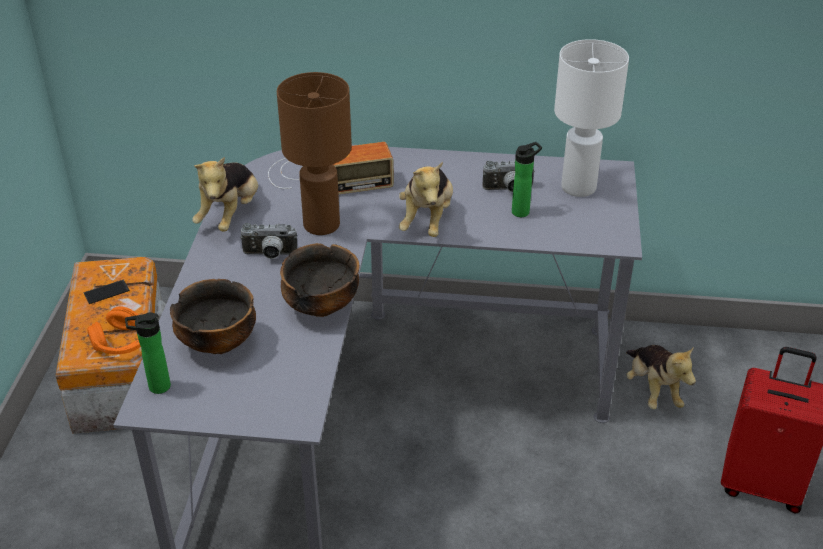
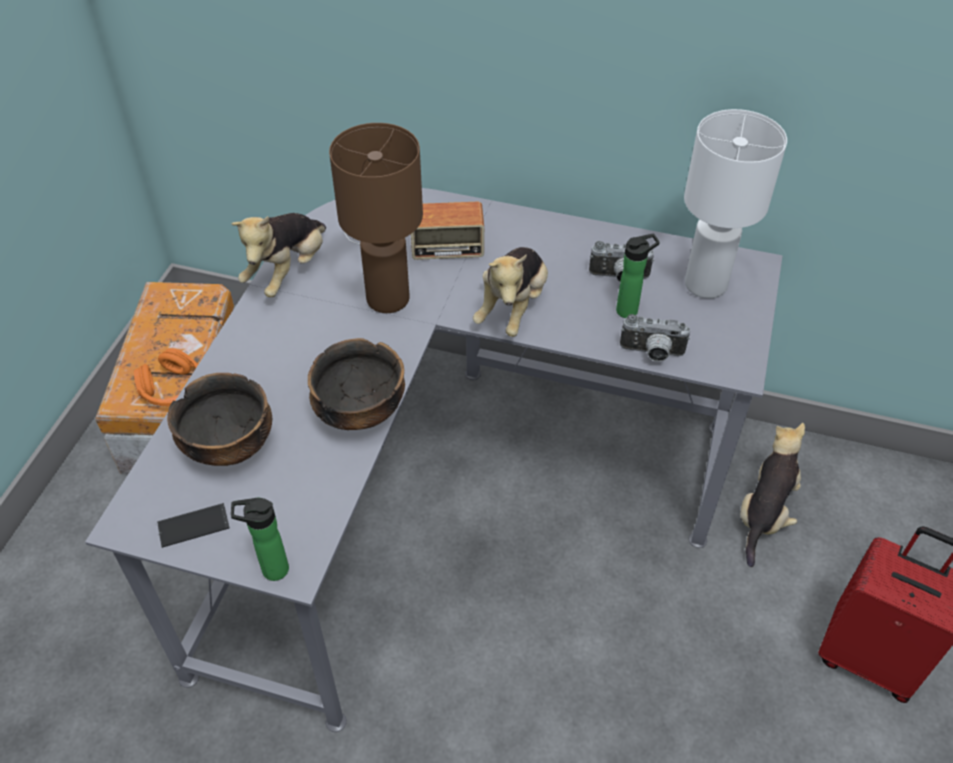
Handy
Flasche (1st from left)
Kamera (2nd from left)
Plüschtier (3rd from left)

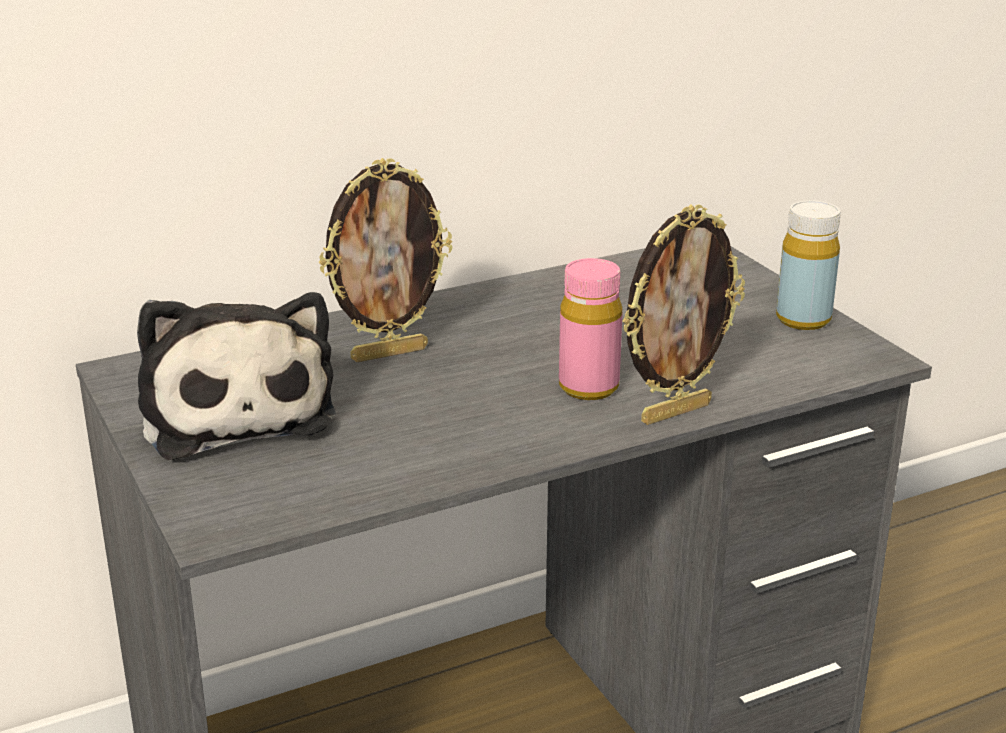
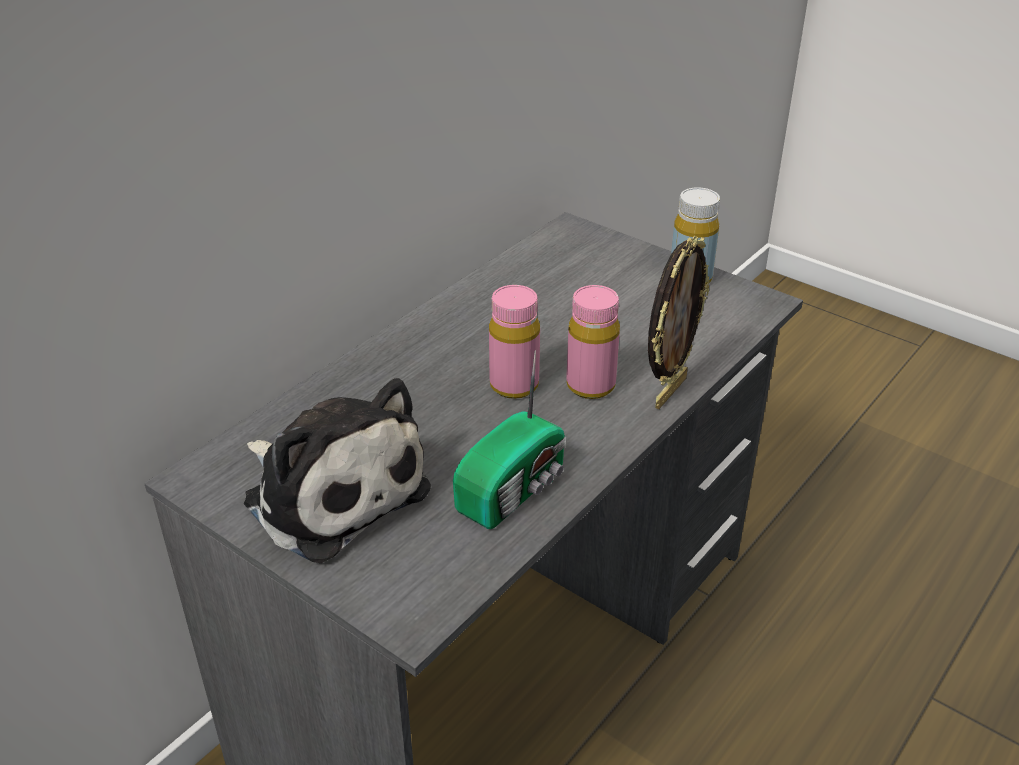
Bilderrahmen (1st from left in the first image)
Radio
Flasche [rosa] (1st from left)

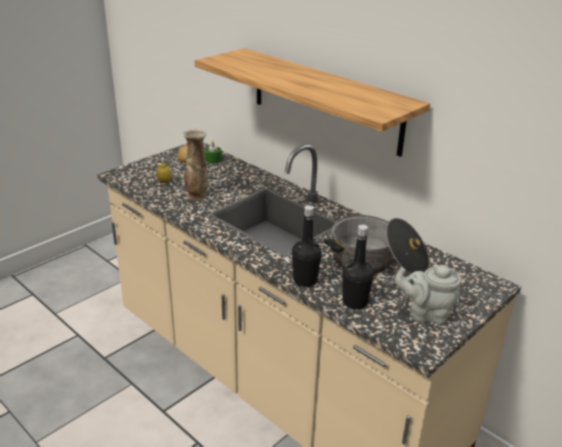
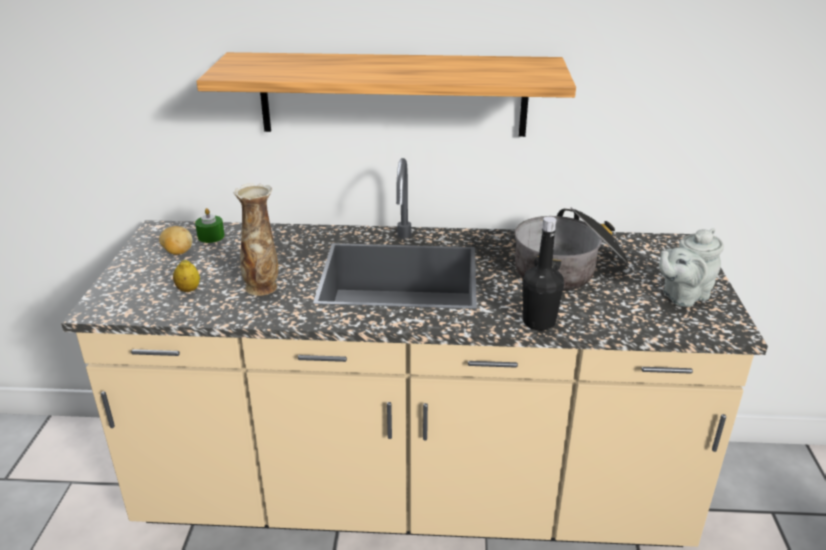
Flasche [schwarz] (2nd from left in the first image)

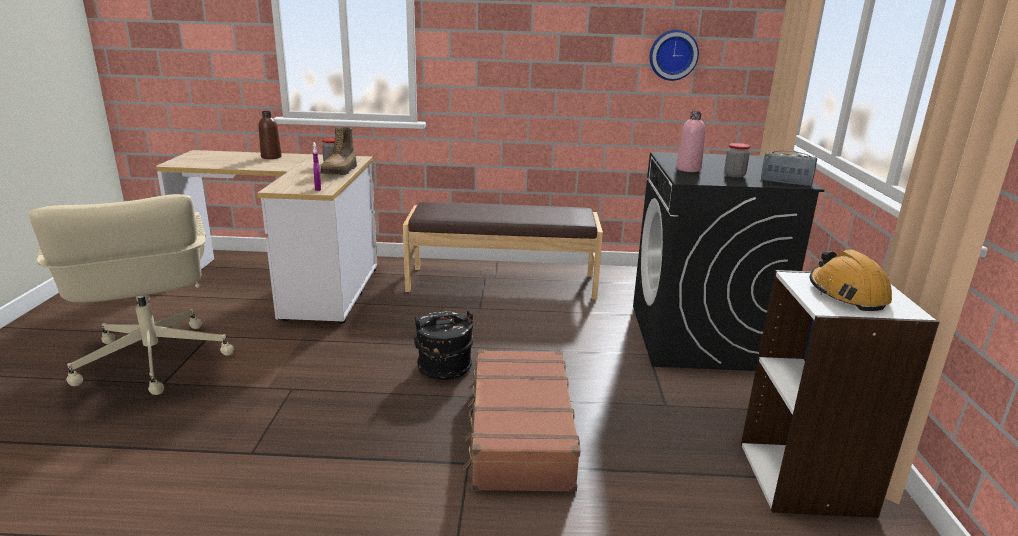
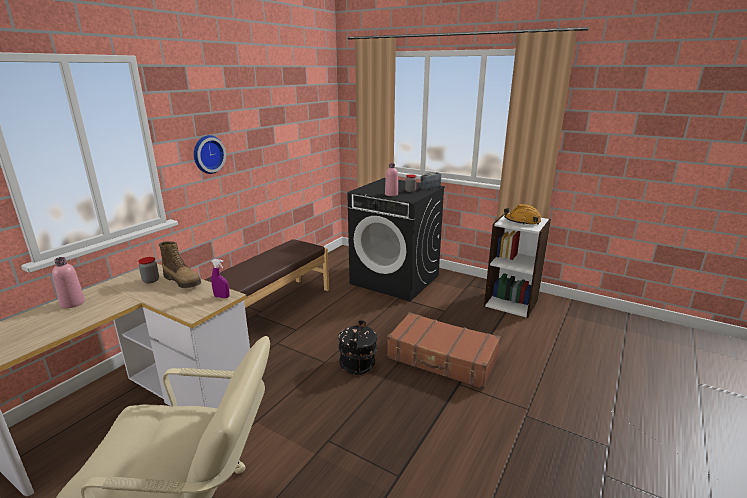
Flasche [rosa] (1st from left)
Wanduhr

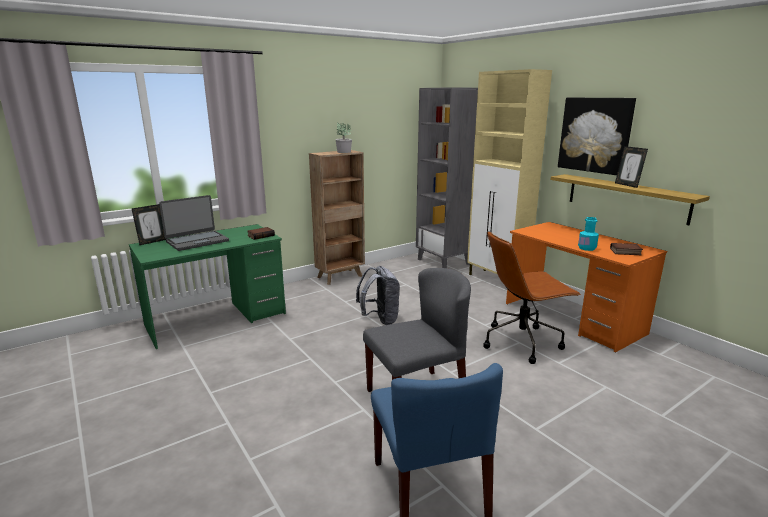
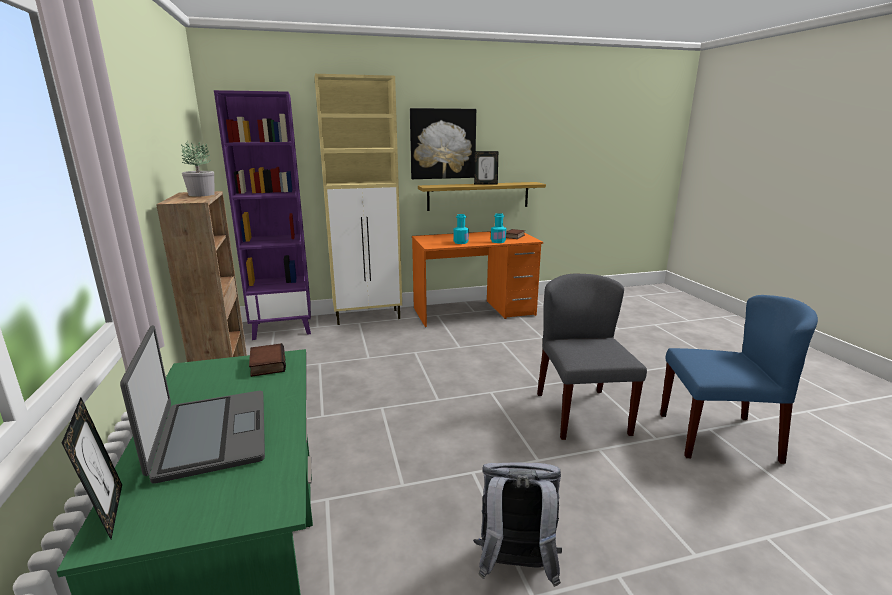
Rucksack [grau]
Bücherregal [lila]
Bürostuhl [braun]
Flasche [türkis] (1st from left)

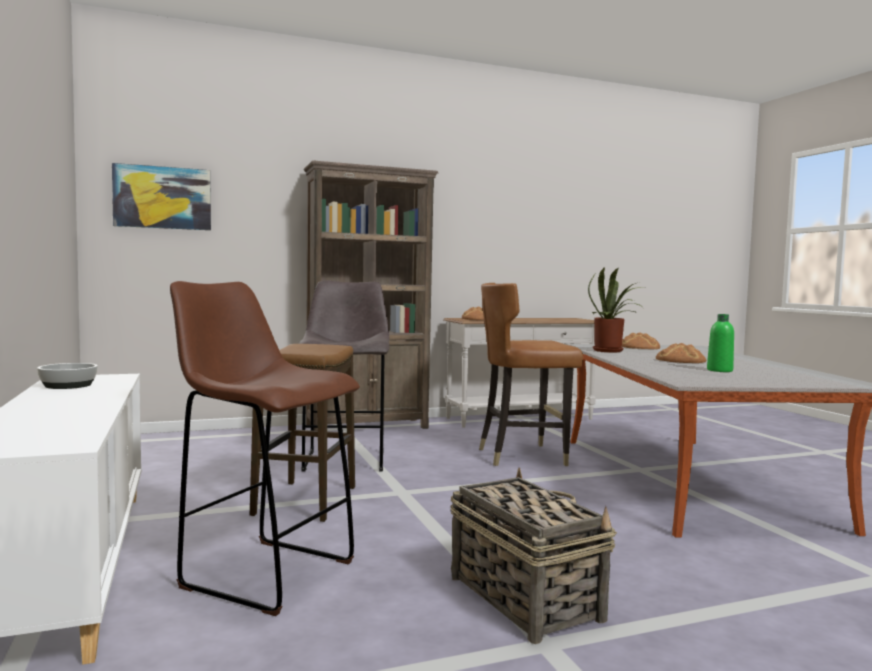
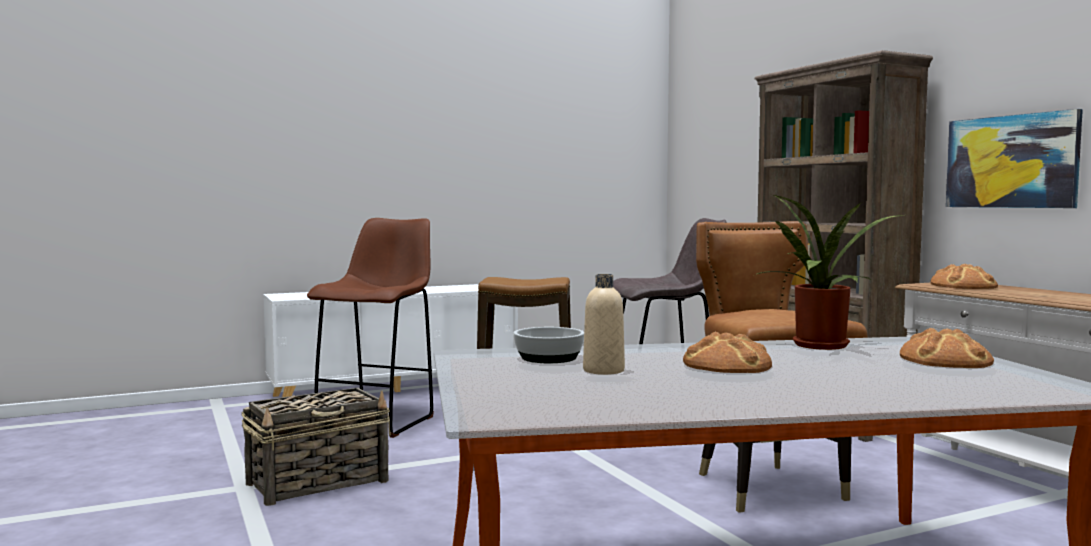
Schüssel
Bild
Flasche [beige]

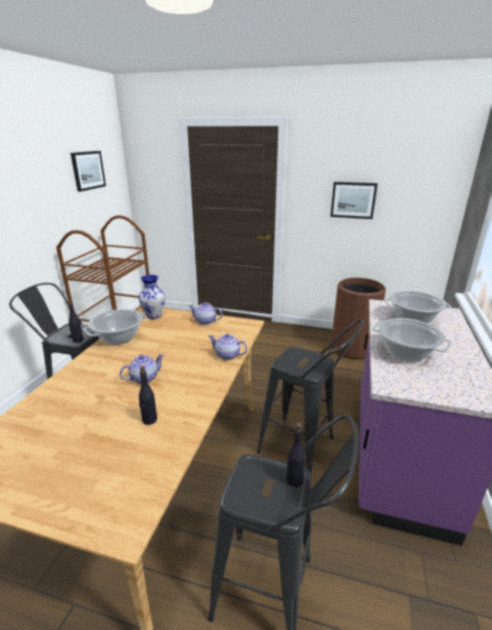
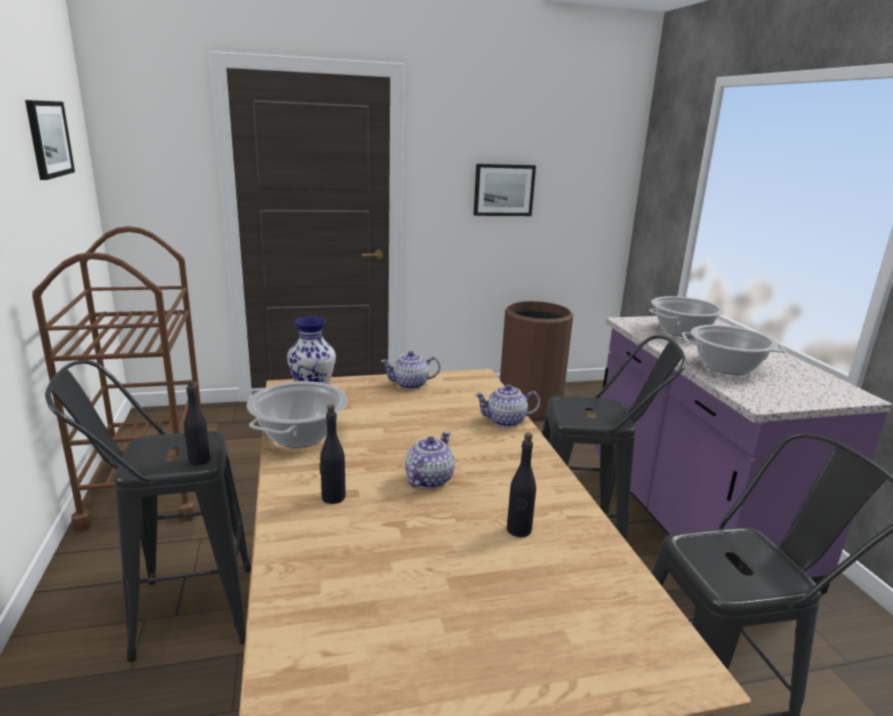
Flasche [schwarz] (2nd from left)

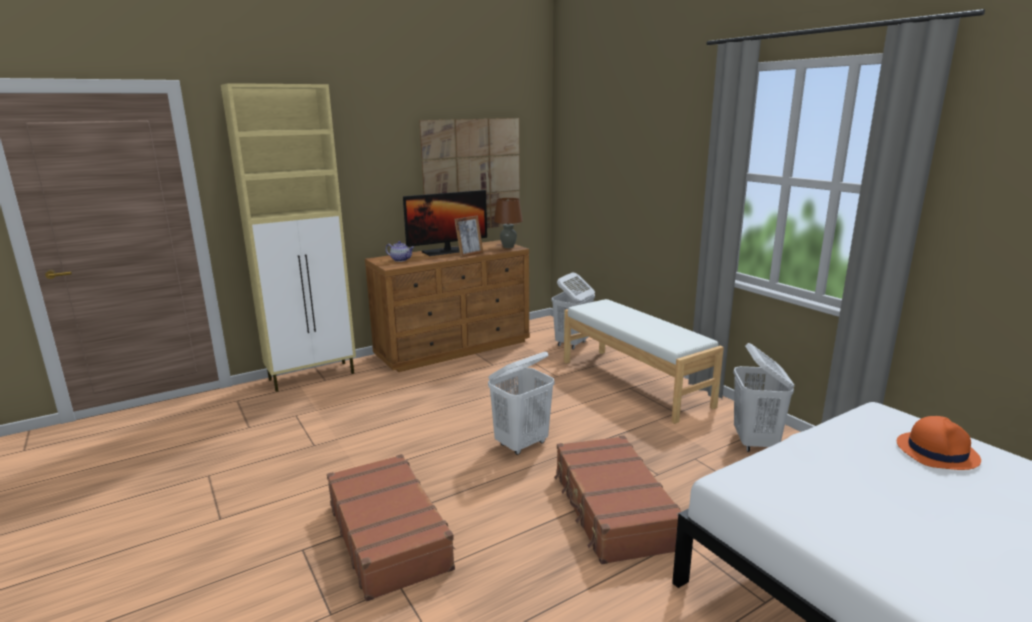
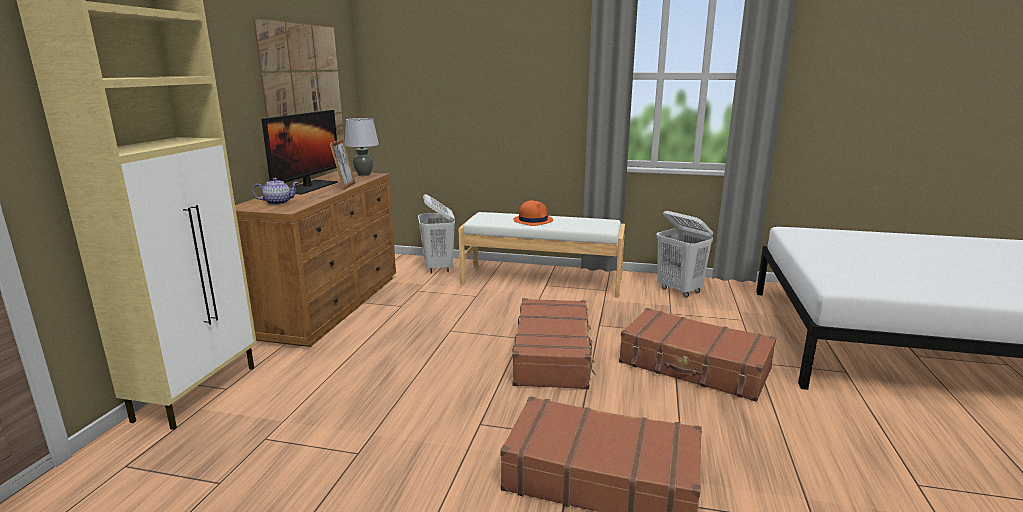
Koffer [braun] (1st from left)
Tischlampe [grau]
Hut [orange]

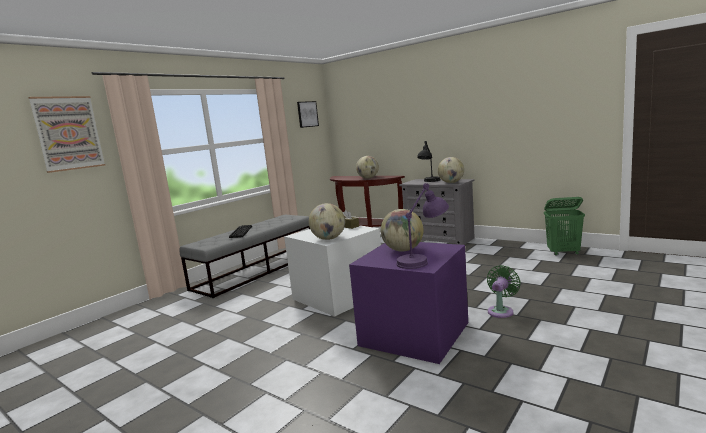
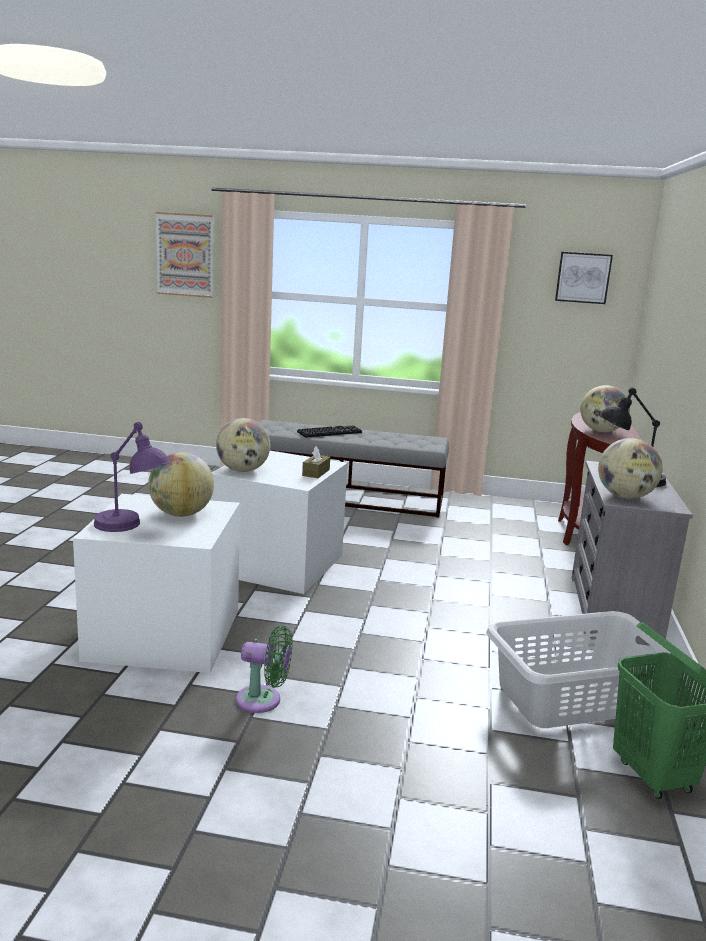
Aufbewahrungsbox [weiß] (1st from left)
Wäschekorb [grau]

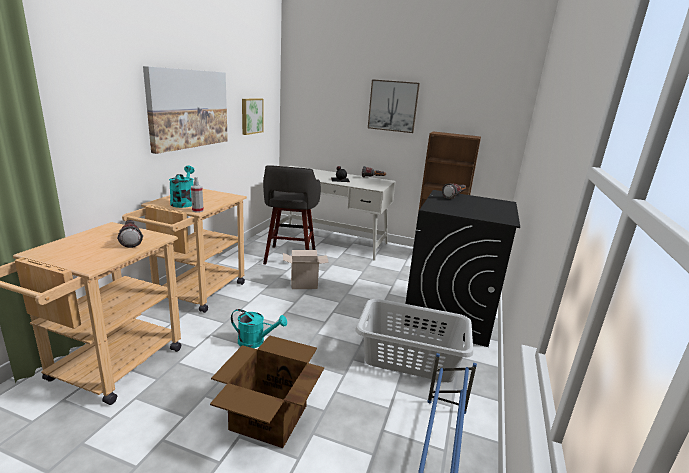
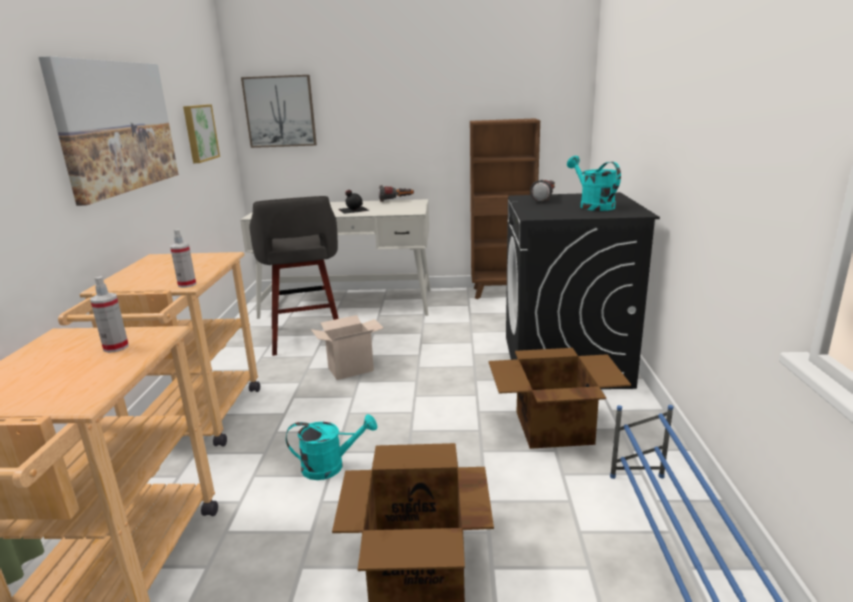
Sprühflasche (1st from left)
Gießkanne [türkis] (2nd from left)
Karton (3rd from left)
Bild (3rd from left)

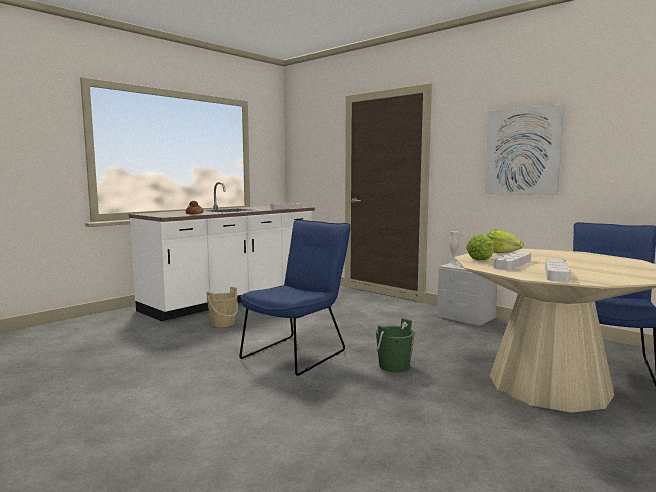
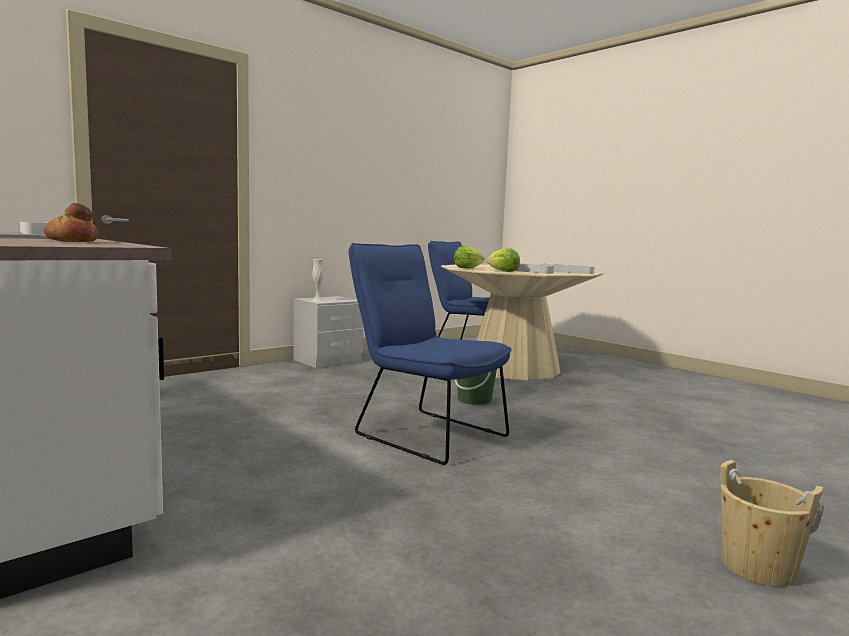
Eimer [beige]
Bild

